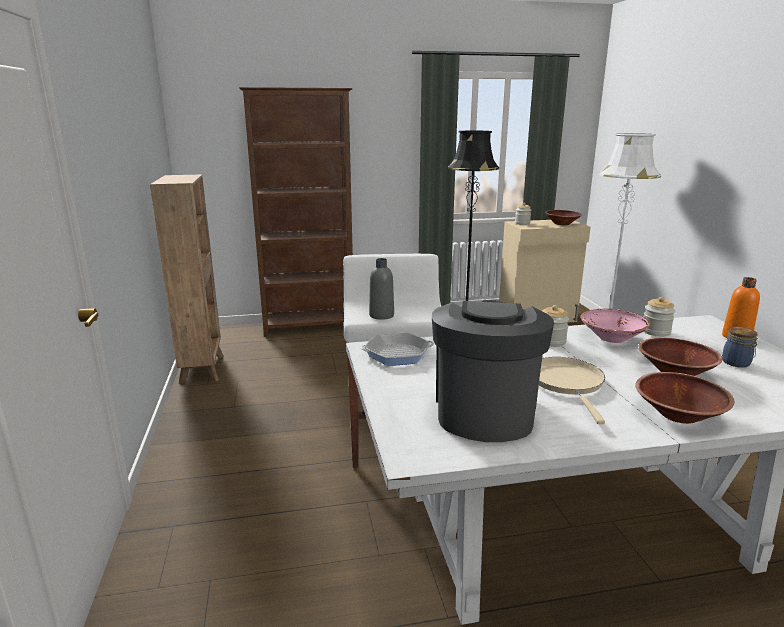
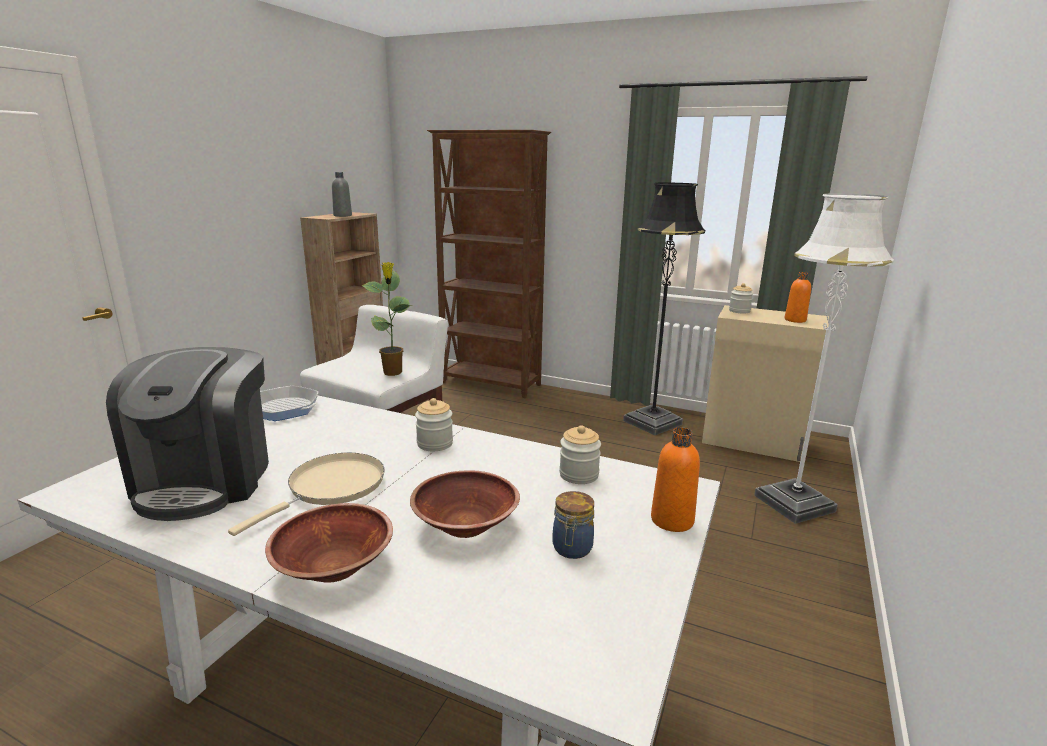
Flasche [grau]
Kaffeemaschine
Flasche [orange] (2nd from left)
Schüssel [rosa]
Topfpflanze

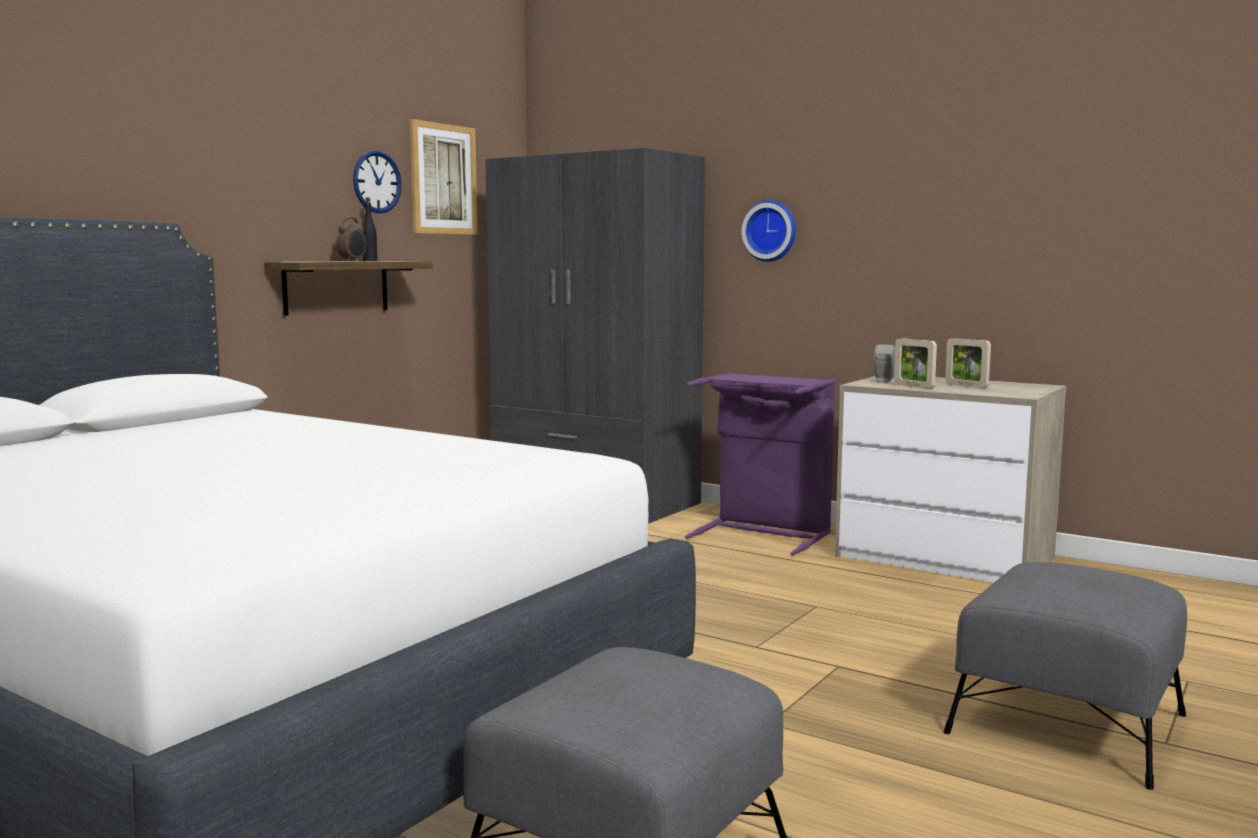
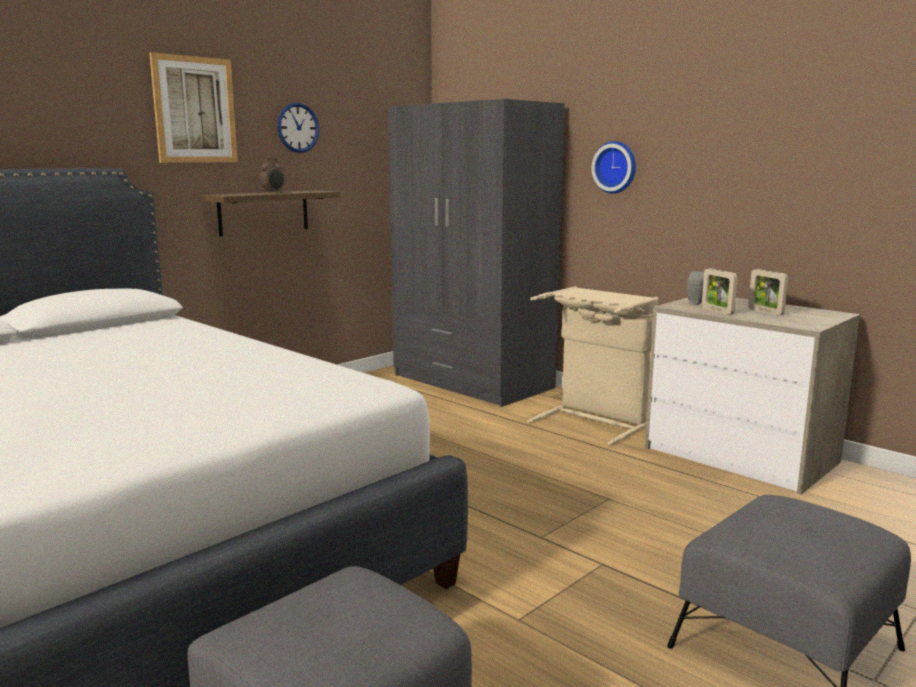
Flasche [schwarz]
Bild
Wäschekorb [beige]

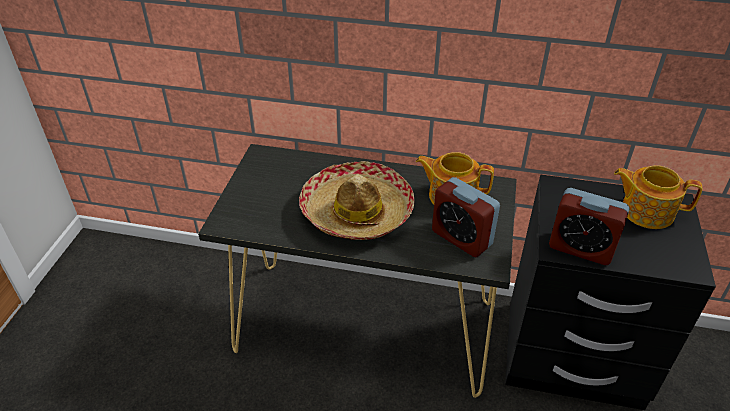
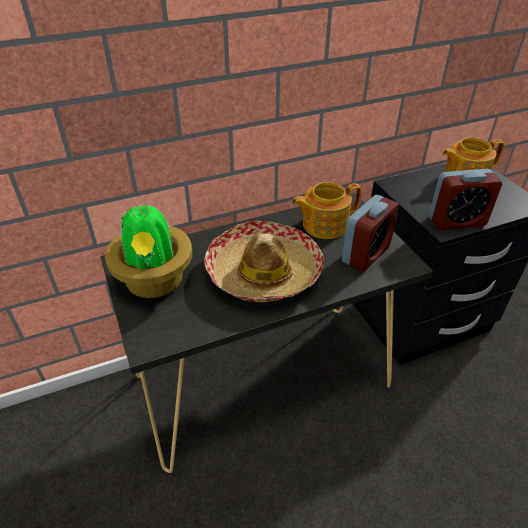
Wecker (1st from left)
Topfpflanze

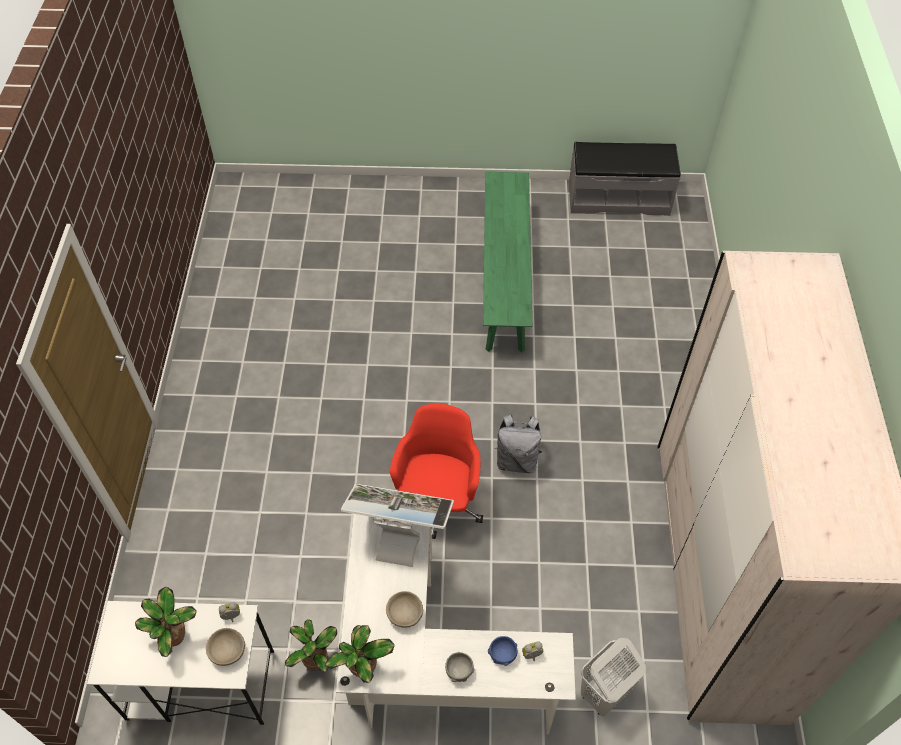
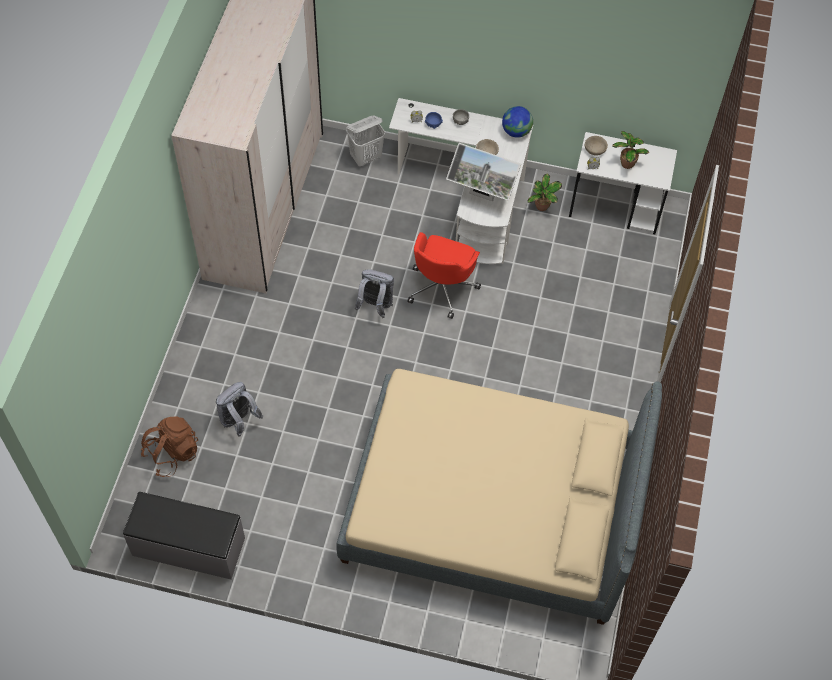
Globus
Bank [grün]
Rucksack [braun]
Rucksack [grau] (1st from left)
Bett [beige]

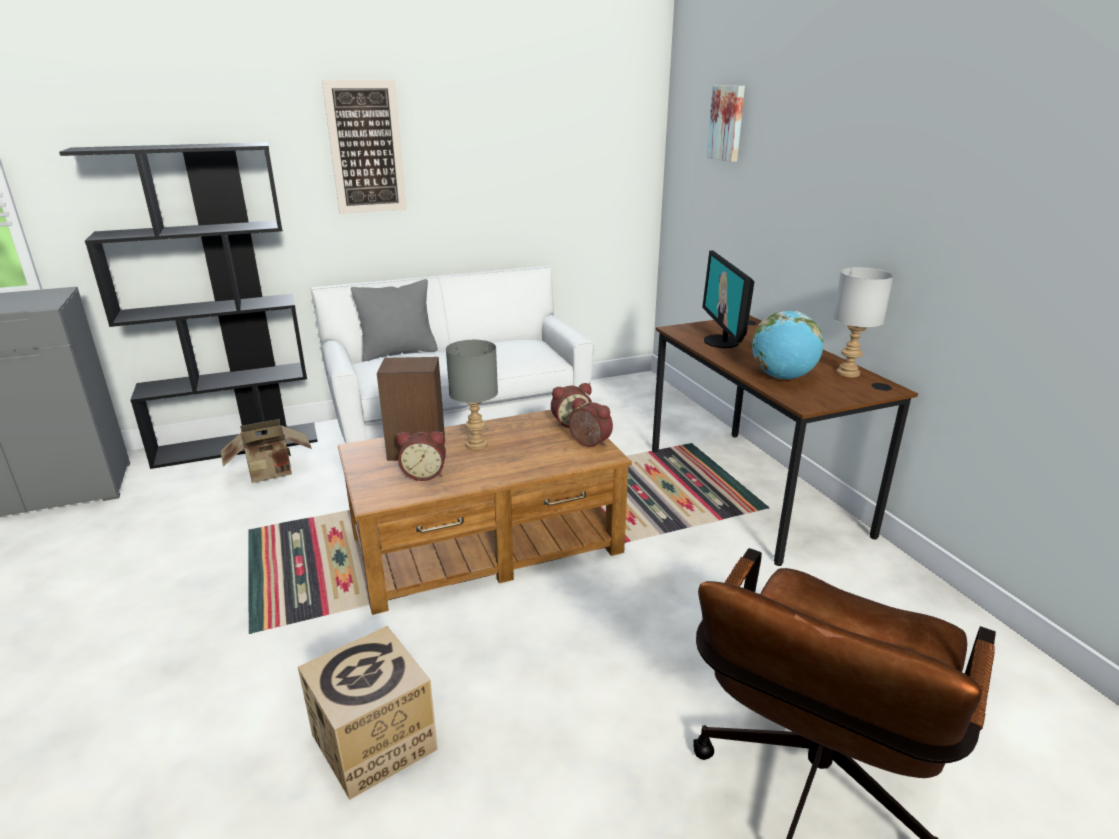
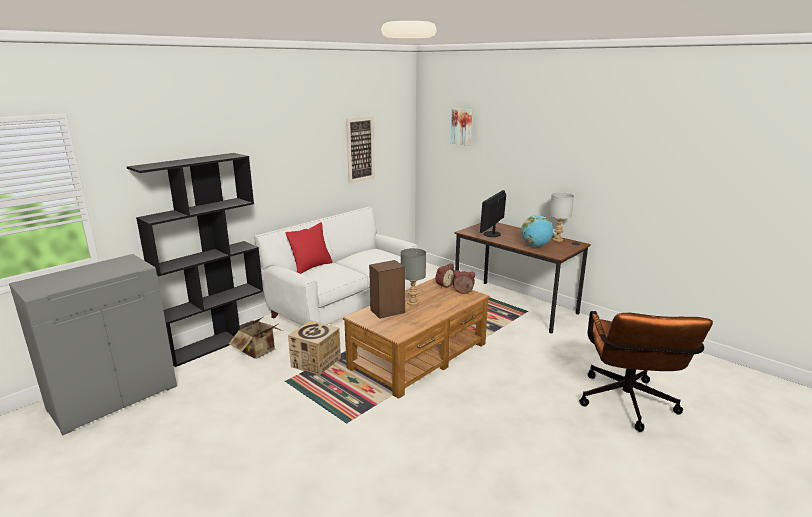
Karton (2nd from left)
Bild (1st from left)
Kissen [rot]
Wecker (1st from left in the first image)
Monitor

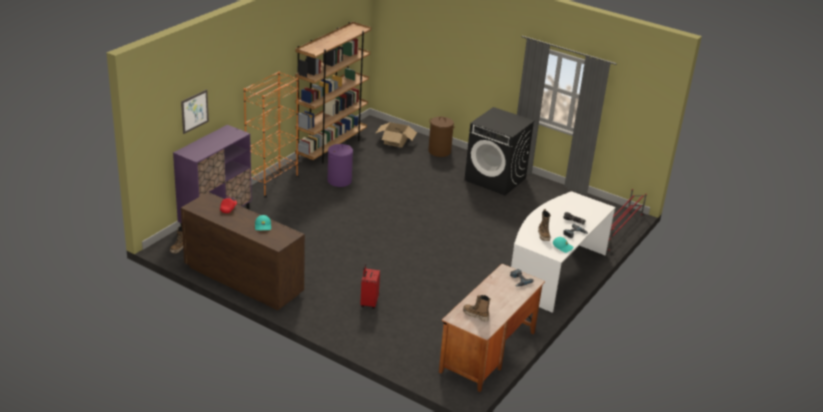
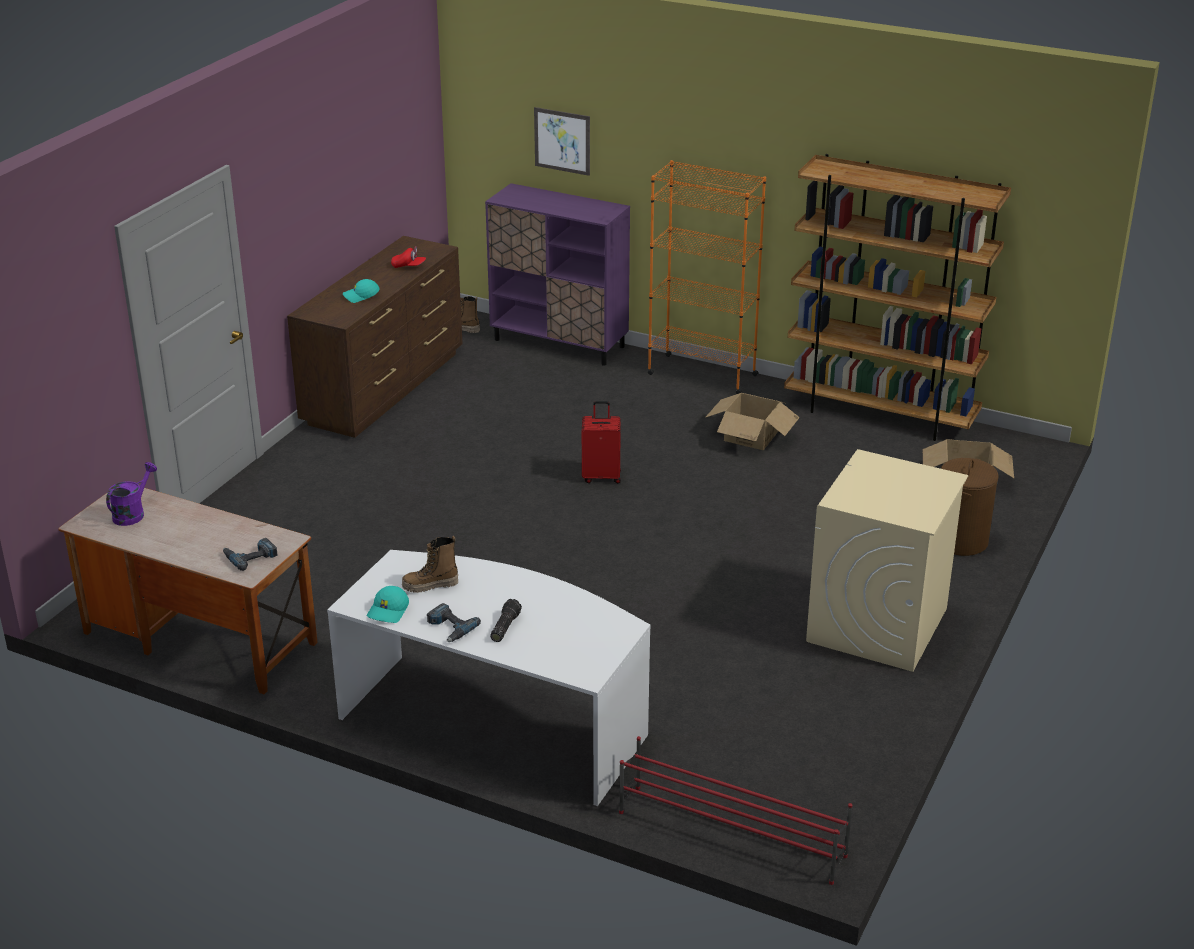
Karton (1st from left)
Koffer [rot]
Gießkanne [lila]
Waschmaschine [beige]

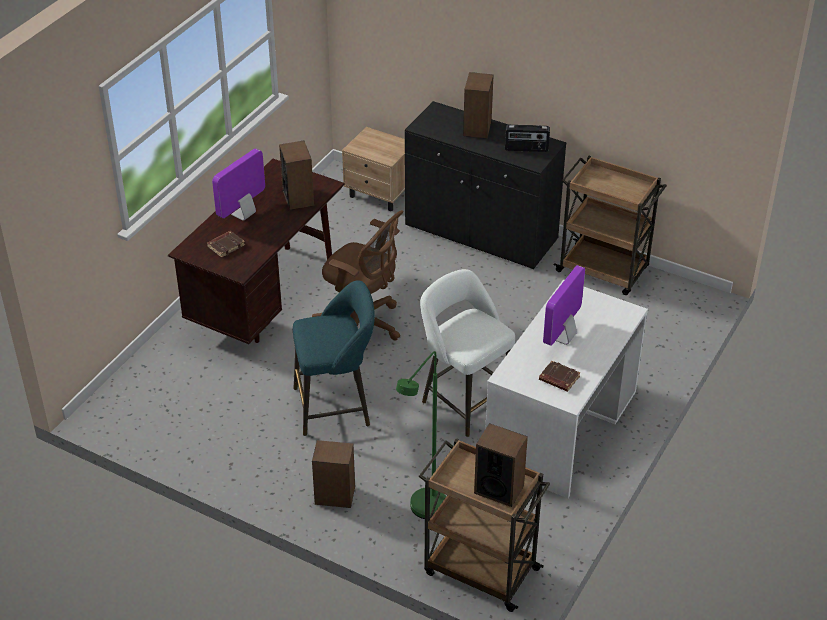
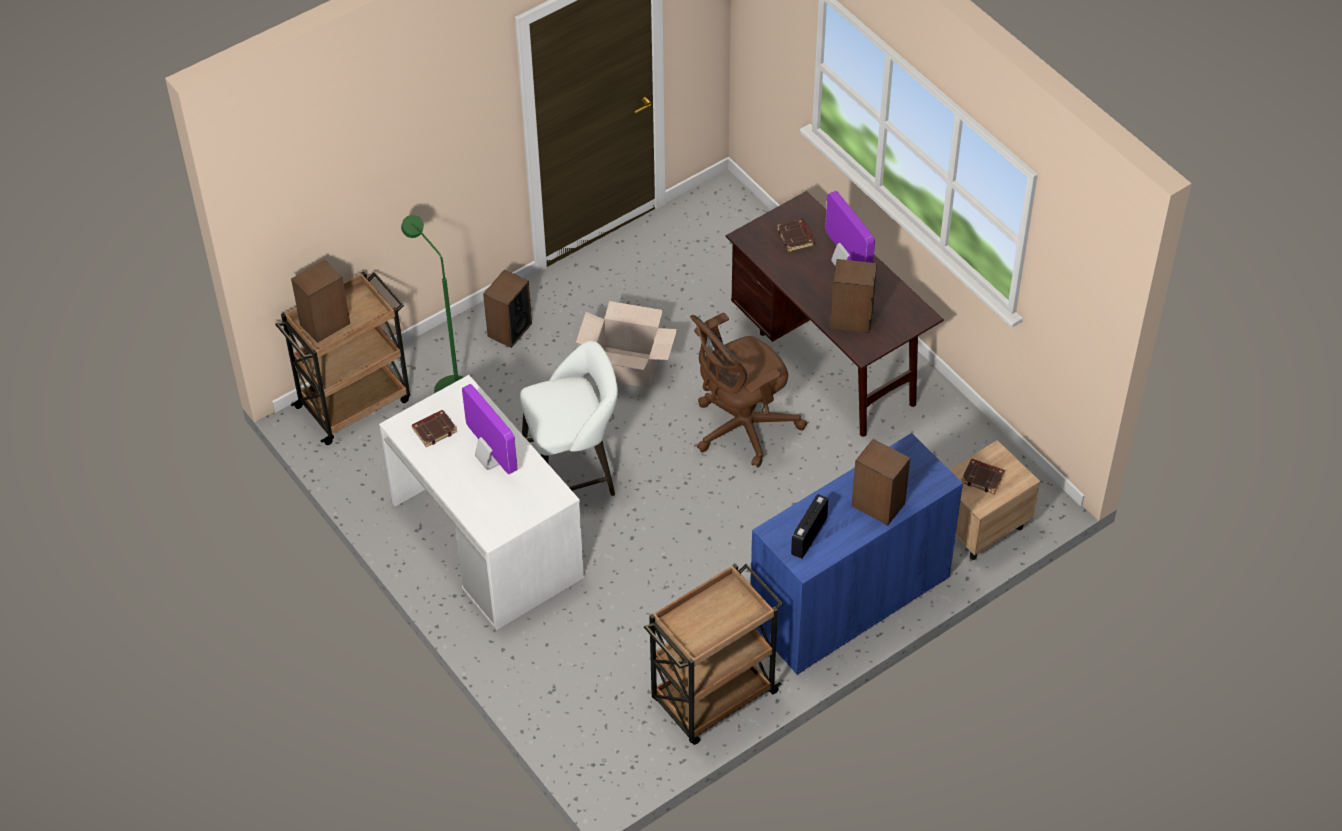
Karton
Schrank [blau]
Buch [braun] (3rd from left)

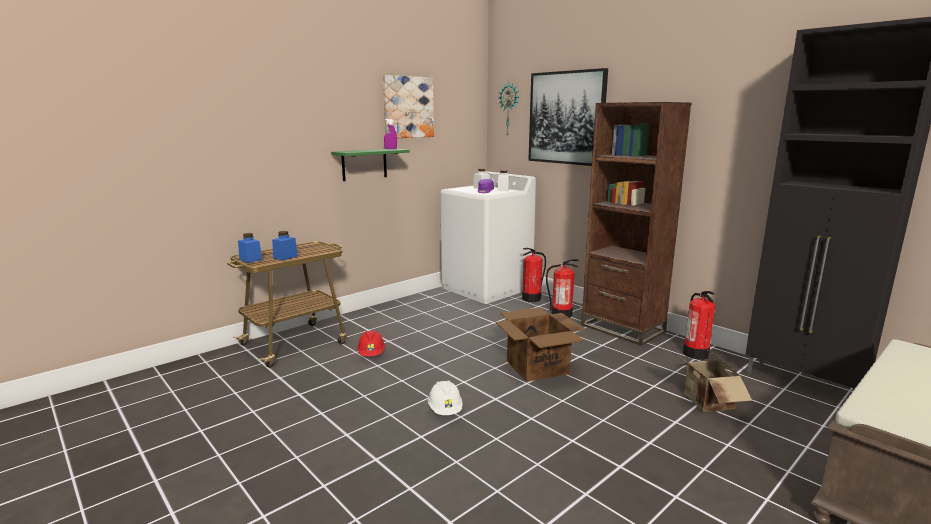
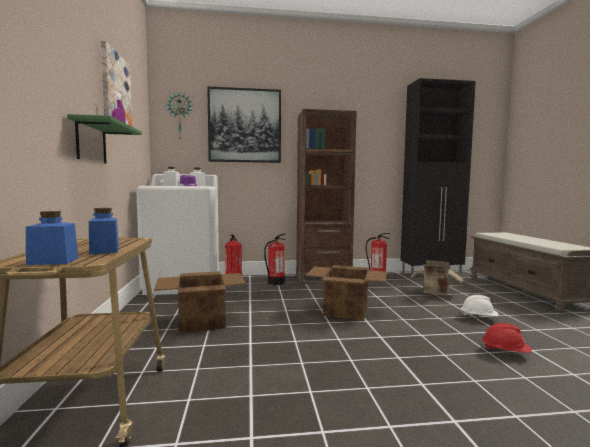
Schutzhelm [rot]
Schutzhelm [weiß]
Karton (1st from left)

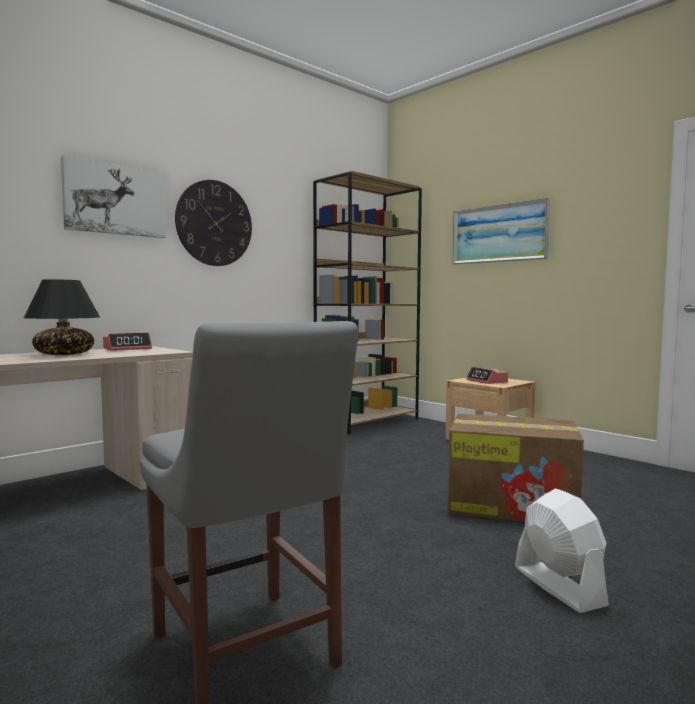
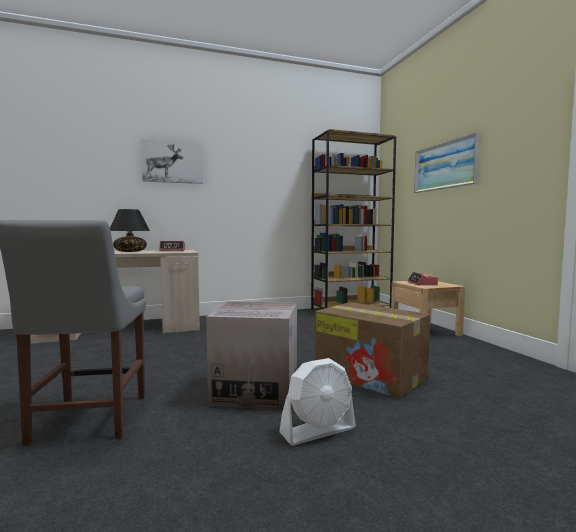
Wanduhr
Ventilator [weiß]
Karton (1st from left)

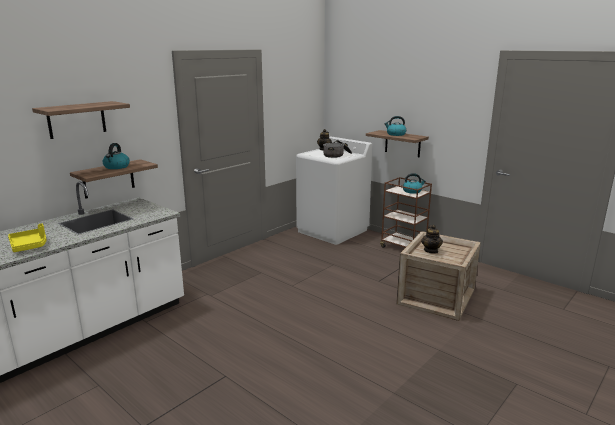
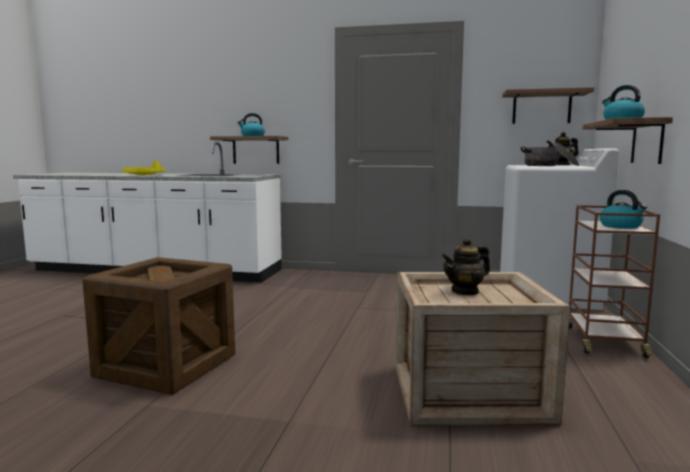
Wandregal (2nd from left)
Kiste (1st from left)

